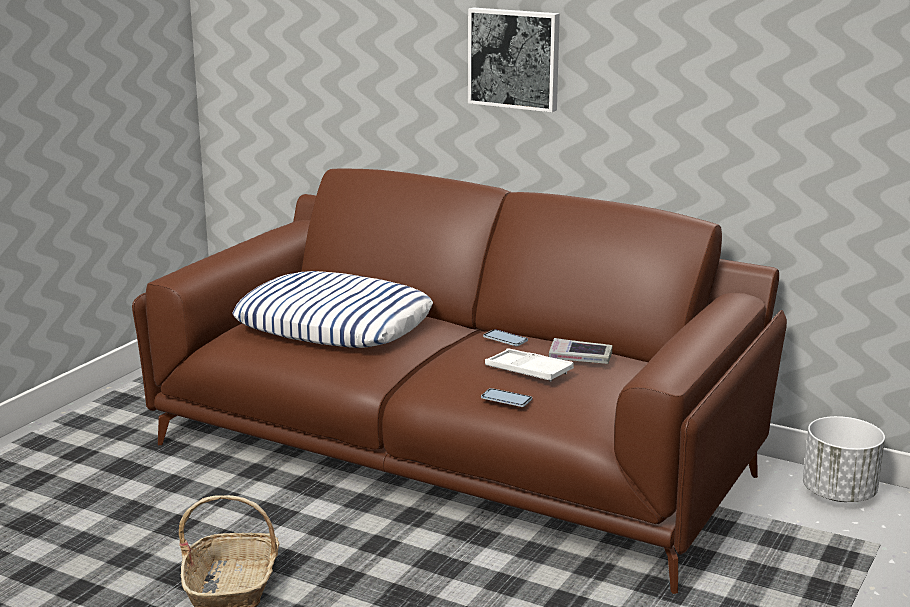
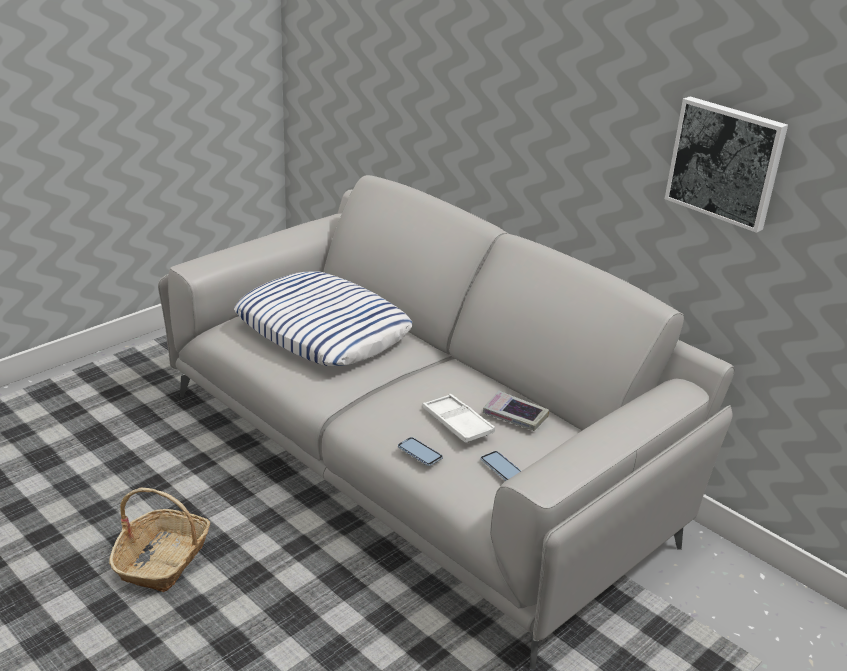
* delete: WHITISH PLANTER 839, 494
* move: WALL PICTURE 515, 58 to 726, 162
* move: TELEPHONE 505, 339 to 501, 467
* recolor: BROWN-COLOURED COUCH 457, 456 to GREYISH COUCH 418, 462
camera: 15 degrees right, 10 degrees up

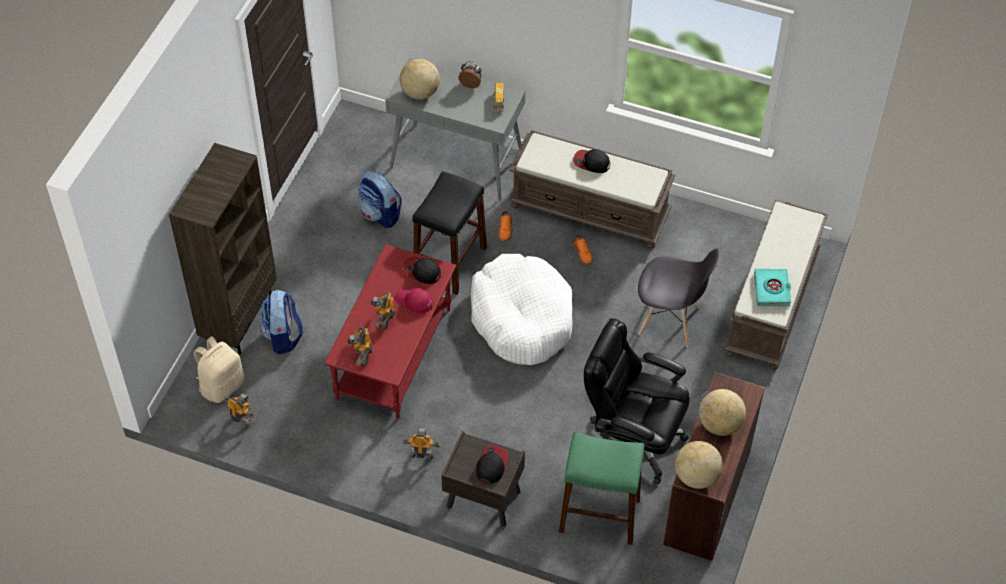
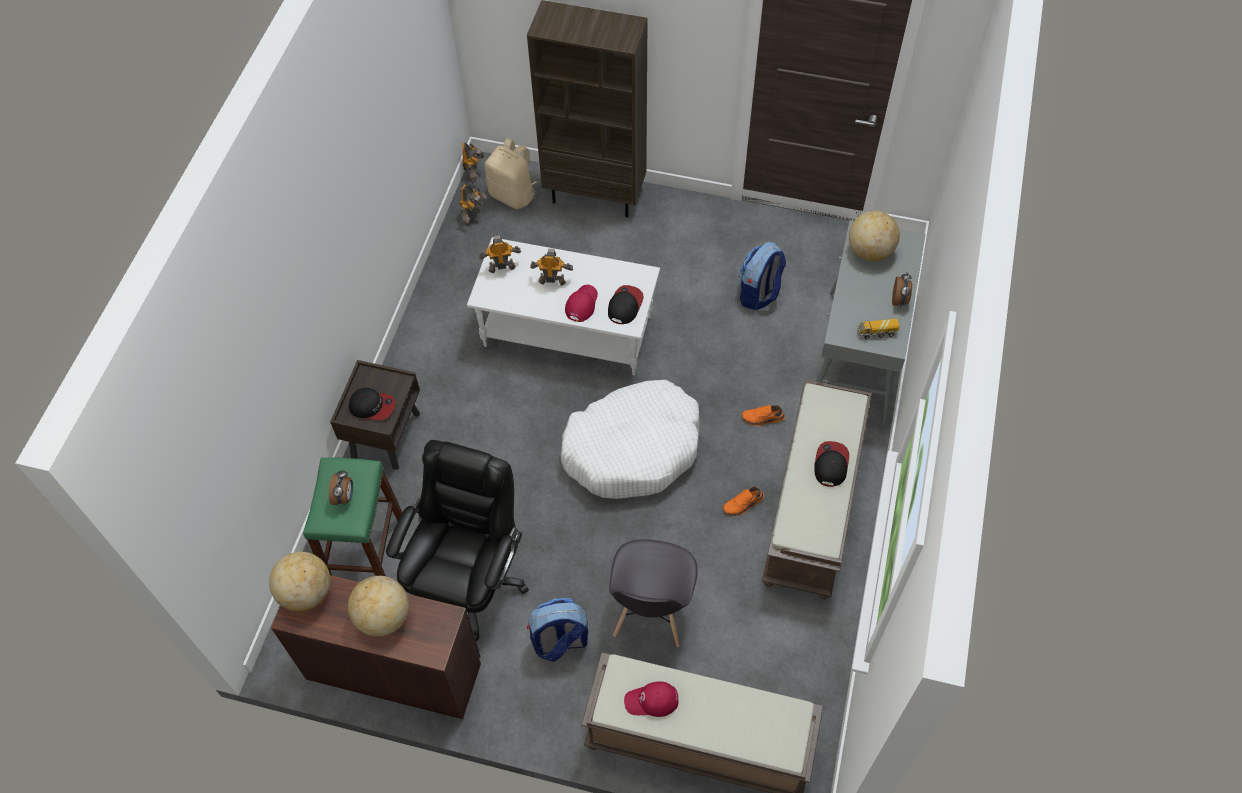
* delete: BLACKISH STOOL 450, 262
* insert: BEDSIDE CLOCK 344, 497
* move: RUCKSACK 283, 337 to 559, 642
* move: TOY ROBOT 421, 455 to 474, 174
* replace: TURQUOISE-COLOURED BOUND BOOK 772, 289 to RED-COLOURED CAP 651, 701
* recolor: RED-COLOURED LOW TABLE 395, 355 to WHITISH LOW TABLE 567, 332
camera: 85 degrees right, 5 degrees up

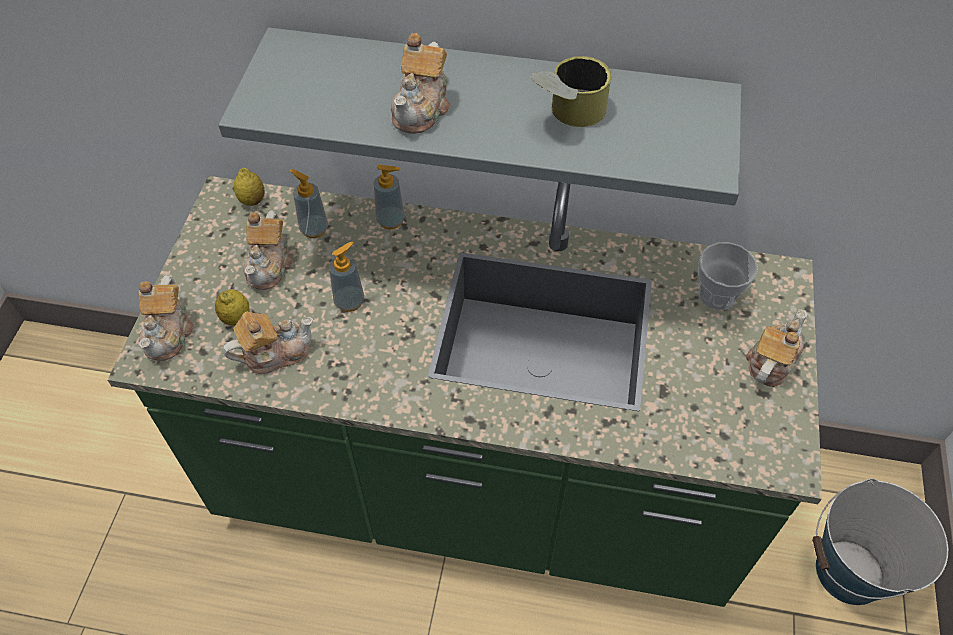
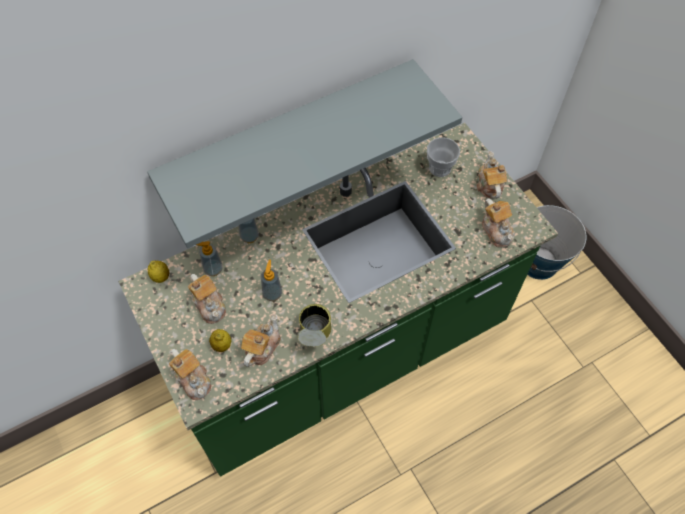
* move: POT FOR TEA 422, 108 to 496, 230
* move: METAL CAN 566, 116 to 314, 337
camera: 40 degrees left, 5 degrees up

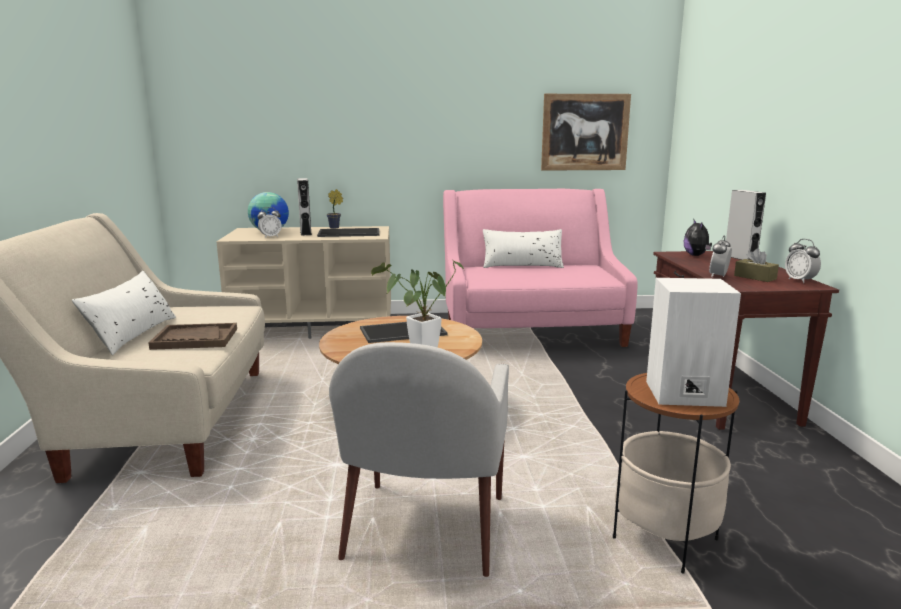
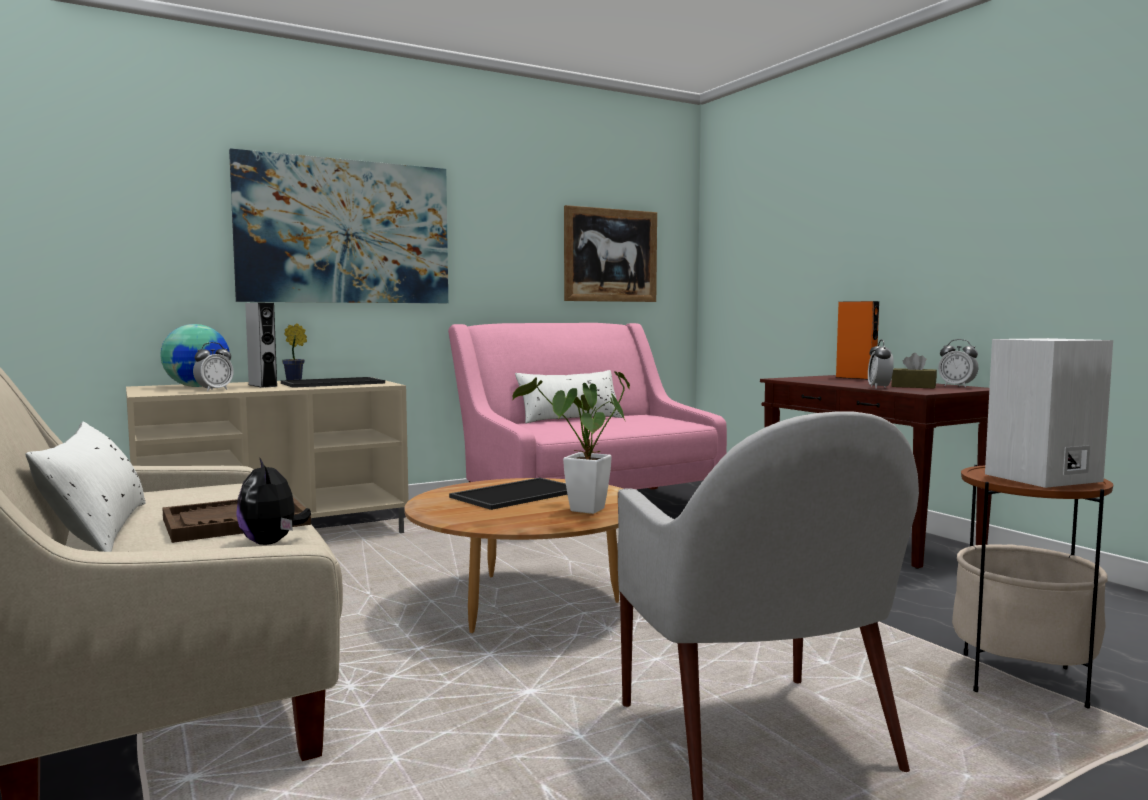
* insert: WALL PICTURE 345, 232
* move: CUDDLY TOY 696, 255 to 272, 543
* recolor: GREYISH LOUDSPEAKER 740, 258 to ORANGEY LOUDSPEAKER 855, 378
camera: 25 degrees left, 10 degrees down

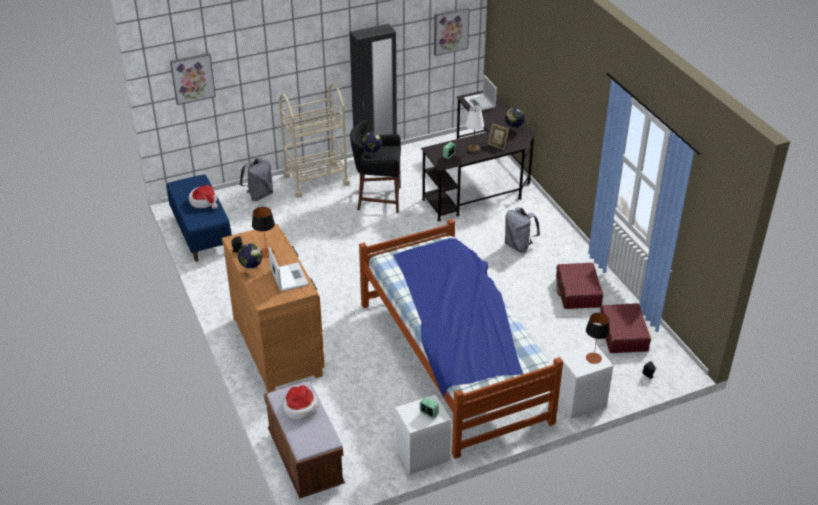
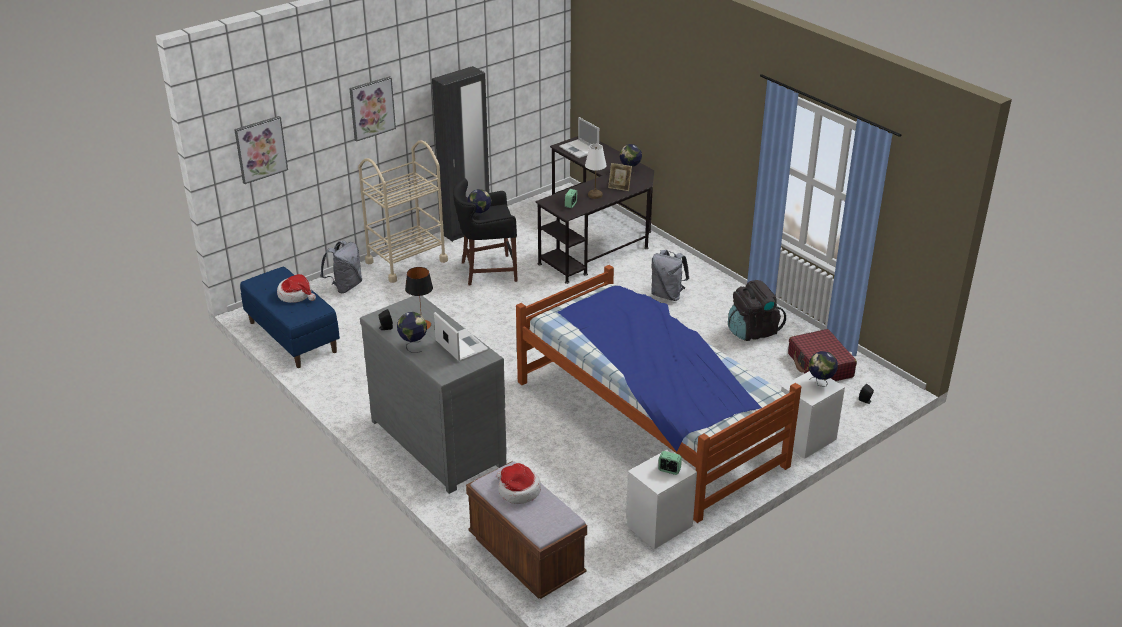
* move: WALL PICTURE 451, 31 to 372, 108
* replace: RED-COLOURED SUITCASE 578, 292 to BLACKISH RUCKSACK 752, 331
* replace: LAMP FOR A TABLE 593, 358 to WORLD GLOBE 820, 383
* recolor: BROWN-COLOURED CHEST OF DRAWERS 279, 345 to GREYISH CHEST OF DRAWERS 439, 441
camera: 15 degrees left, 5 degrees down

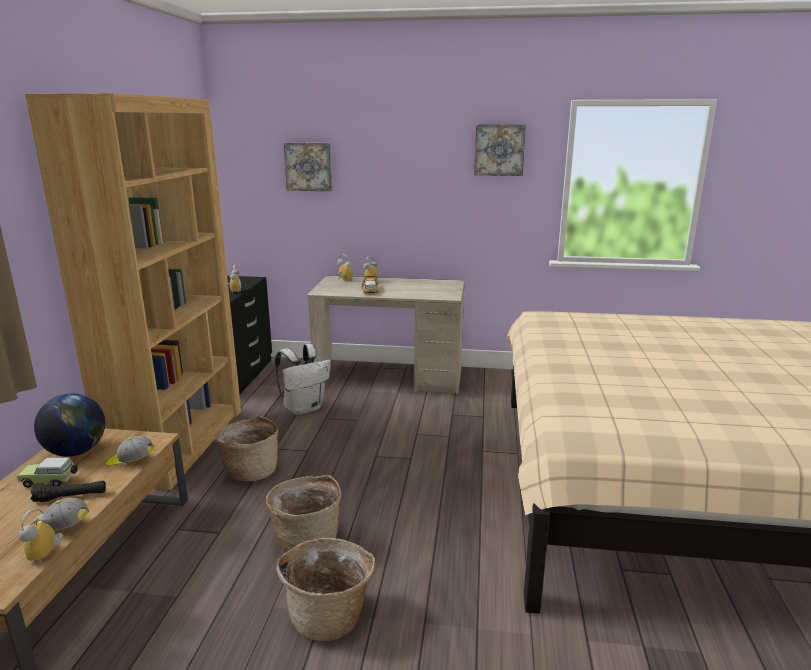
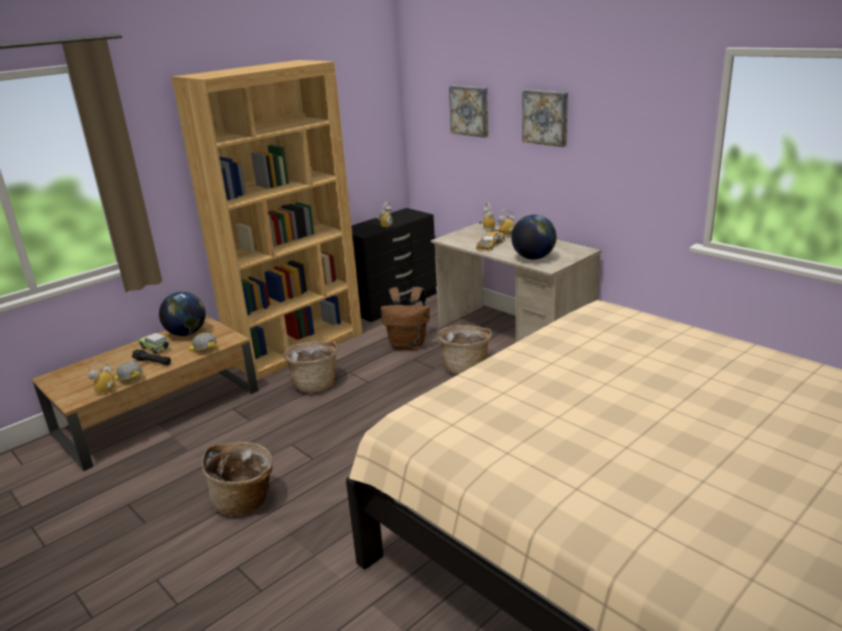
* insert: WORLD GLOBE 533, 258
* move: BASKET 307, 539 to 466, 367
* move: WALL PICTURE 499, 150 to 546, 117
* recolor: WHITISH RUCKSACK 304, 408 to BROWN-COLOURED RUCKSACK 409, 345
camera: 40 degrees right, 5 degrees up

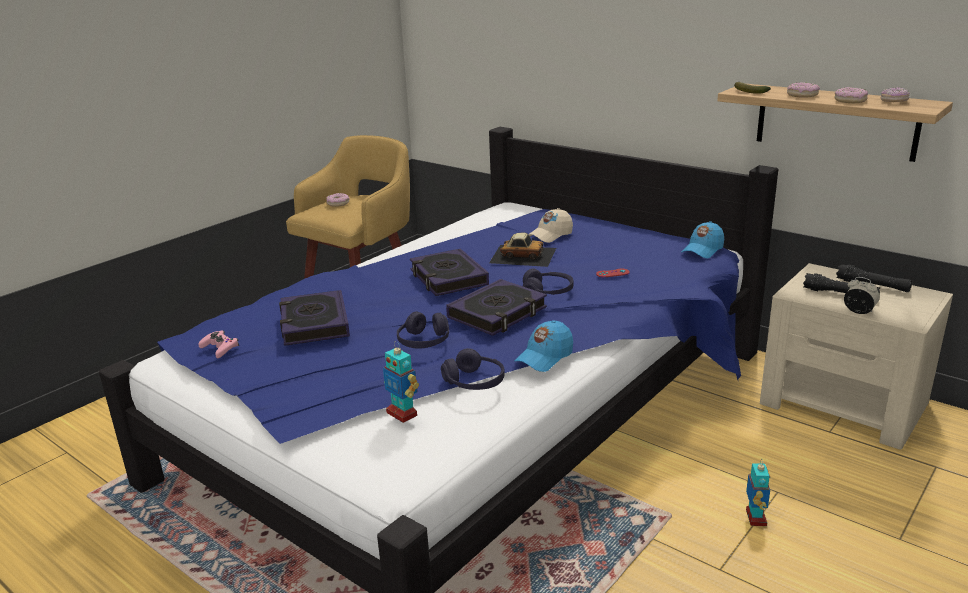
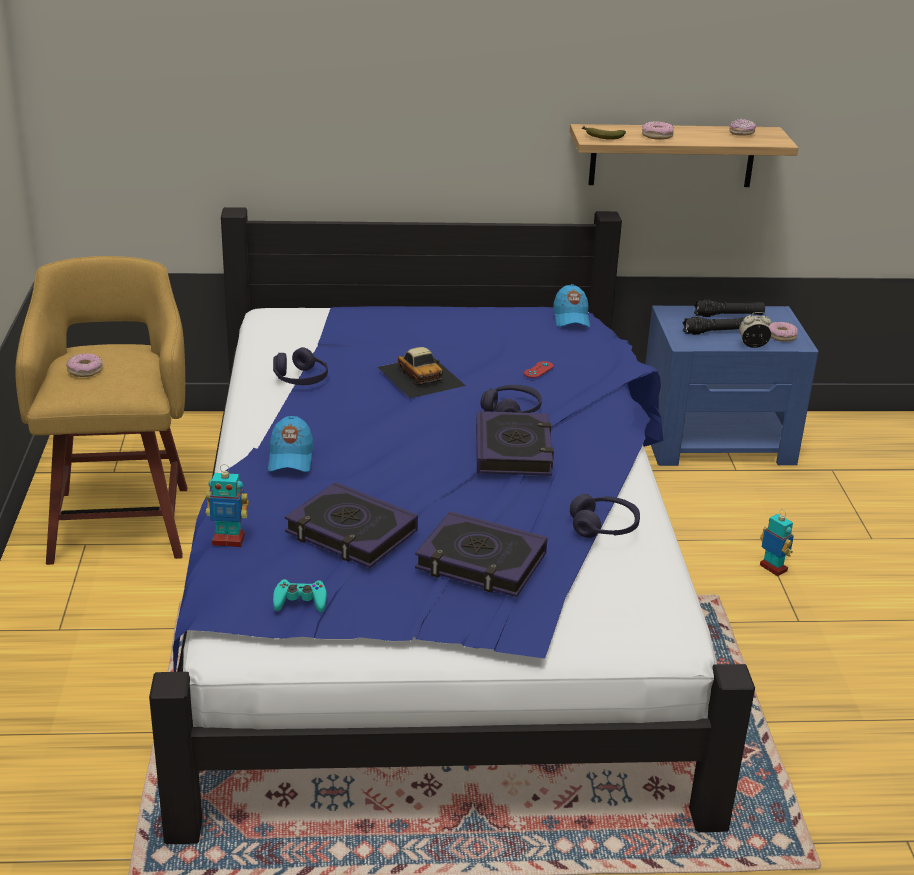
* delete: BEIGE CAP 550, 235
* move: TOY ROBOT 402, 414 to 228, 540
* move: PURPLISH HEADSET 424, 341 to 300, 379
* move: BOUND BOOK 448, 278 to 481, 562
* move: BLUISH CAP 544, 357 to 290, 458
* move: RING DOUGHNUT 850, 101 to 781, 336
* recolor: PINKISH JOYPAD 220, 348 to TURQUOISE-COLOURED JOYPAD 300, 601
* recolor: BEIGE BEDSIDE TABLE 844, 403 to BLUISH BEDSIDE TABLE 717, 439
* rotate: TOY CAR 522, 255 = 421, 376 90 degrees clockwise
camera: 45 degrees left, 5 degrees up

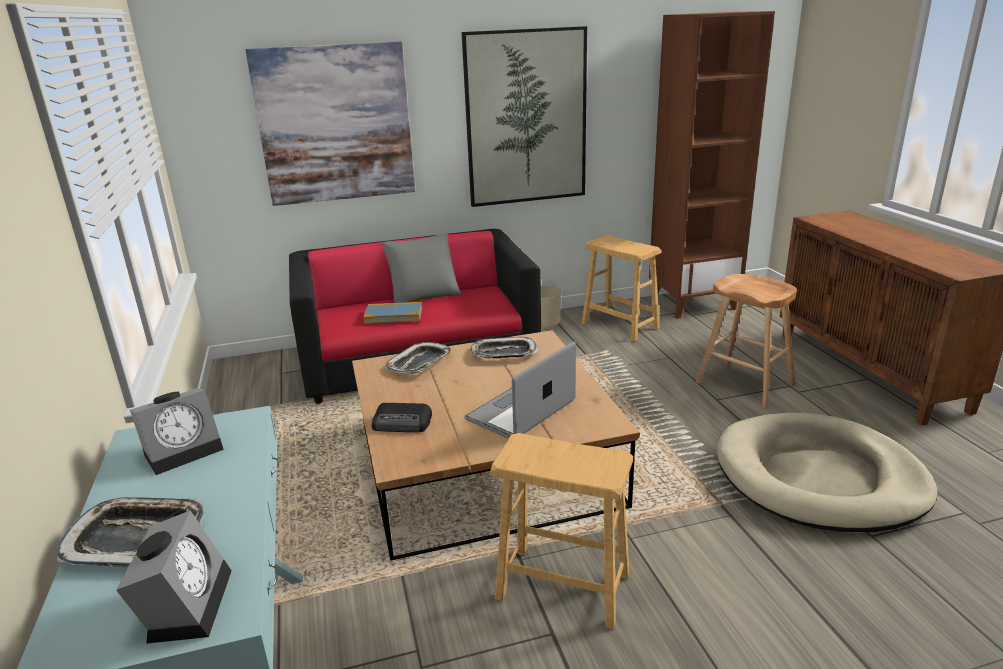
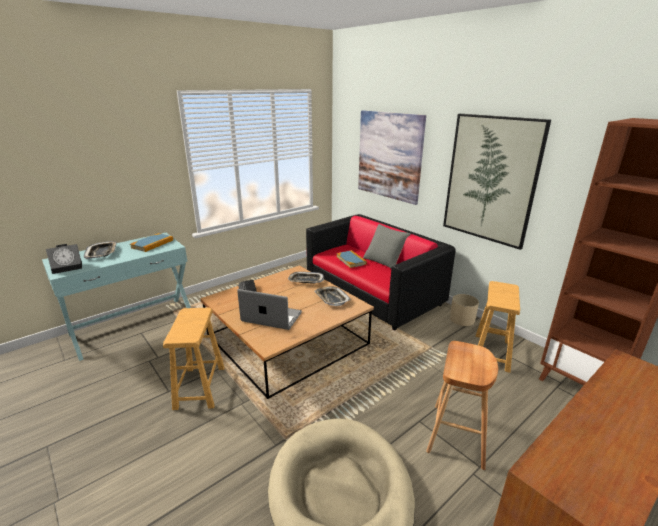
* replace: BEDSIDE CLOCK 185, 450 to BOUND BOOK 152, 244
camera: 65 degrees right, 0 degrees up

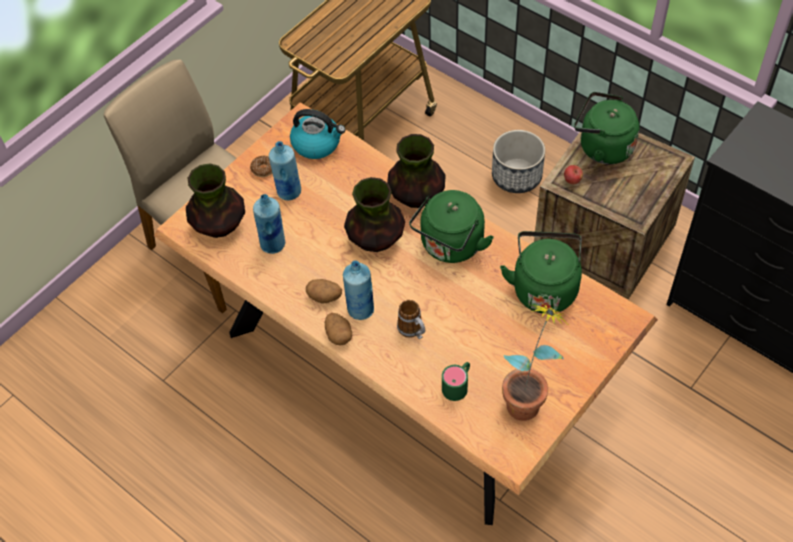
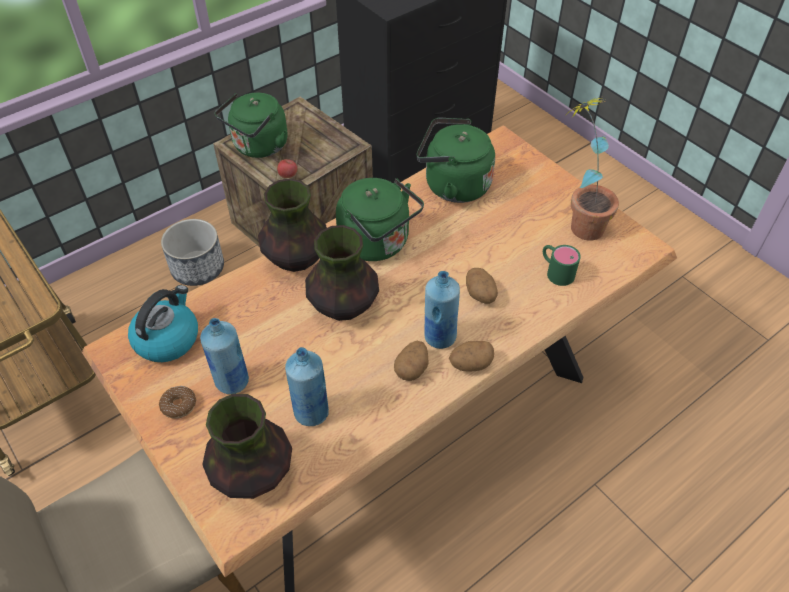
* replace: MUG 413, 331 to POTATO 480, 295
camera: 80 degrees left, 5 degrees down

